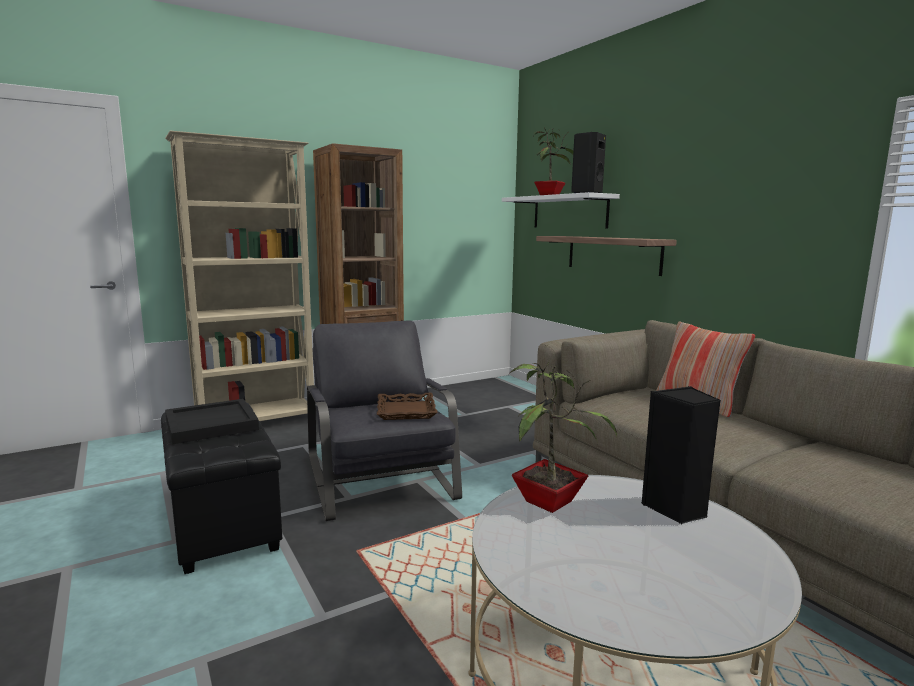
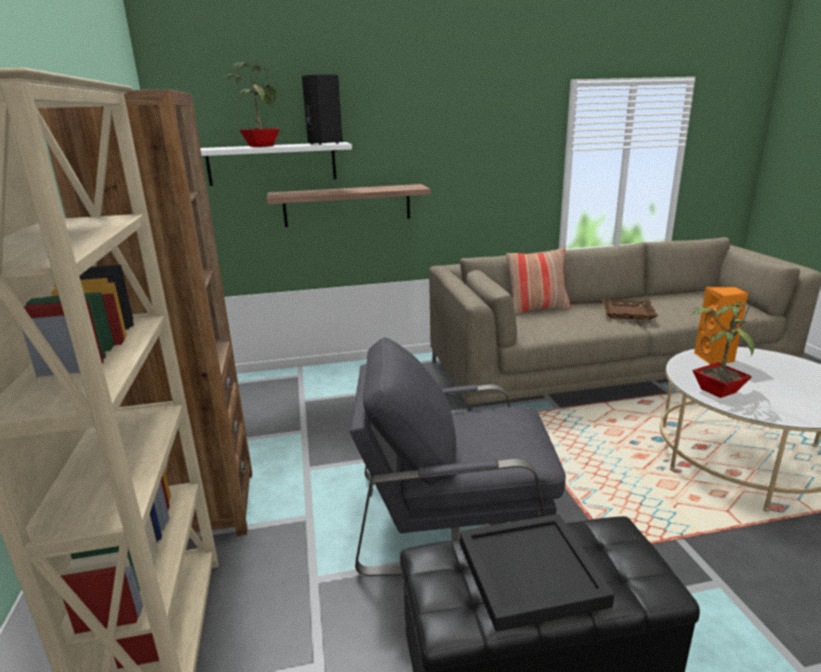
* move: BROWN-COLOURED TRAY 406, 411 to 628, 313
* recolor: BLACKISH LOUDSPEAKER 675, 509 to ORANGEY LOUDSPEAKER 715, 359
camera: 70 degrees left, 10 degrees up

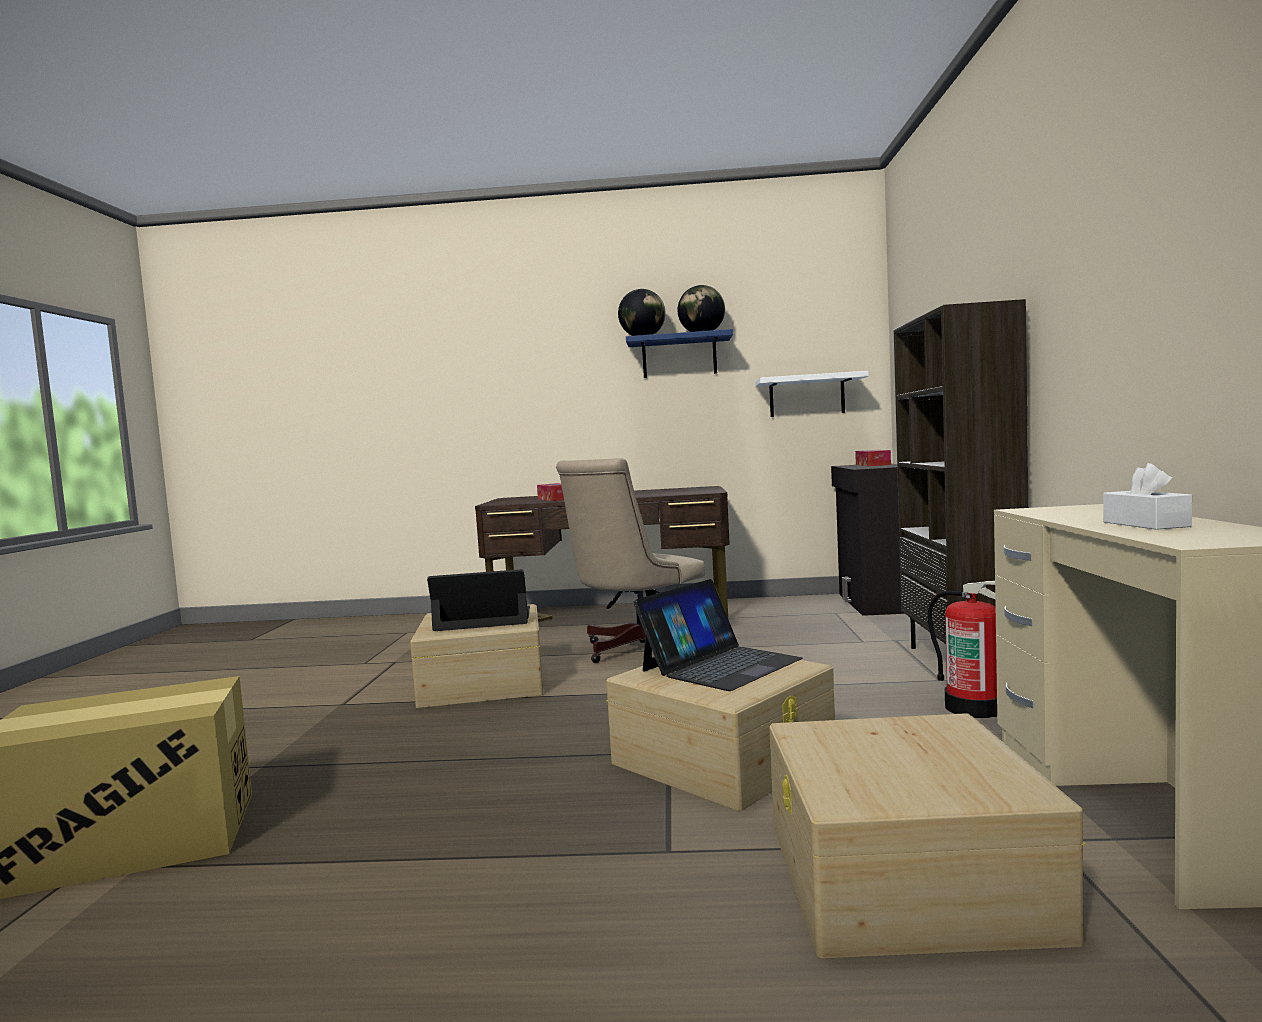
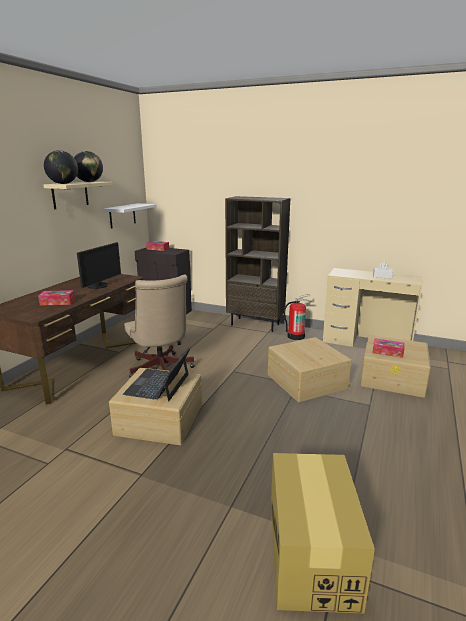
* delete: PORTABLE COMPUTER 720, 665
* insert: COMPUTER SCREEN 99, 286
* insert: TISSUE HOLDER 387, 352
* recolor: BLUISH BRACKET SHELF 679, 357 to BEIGE BRACKET SHELF 70, 194
camera: 70 degrees left, 15 degrees up

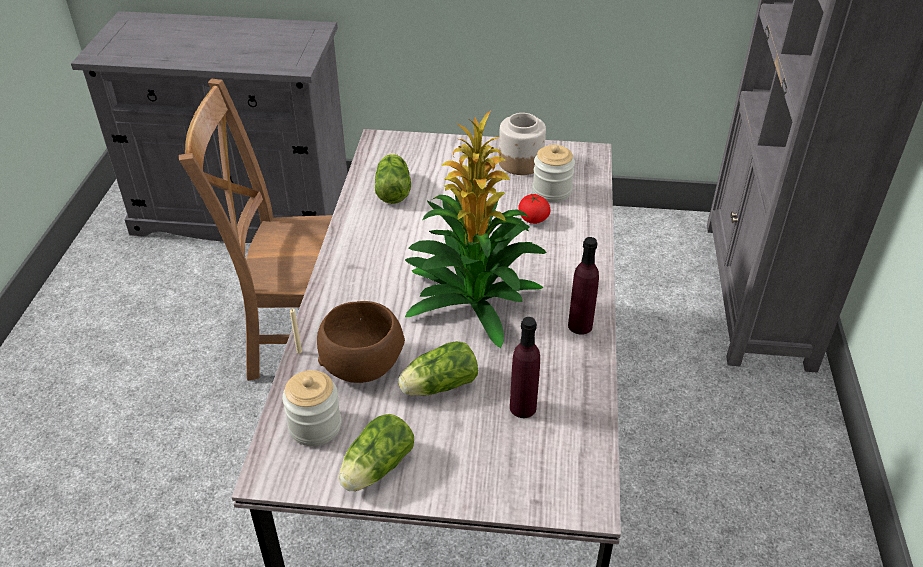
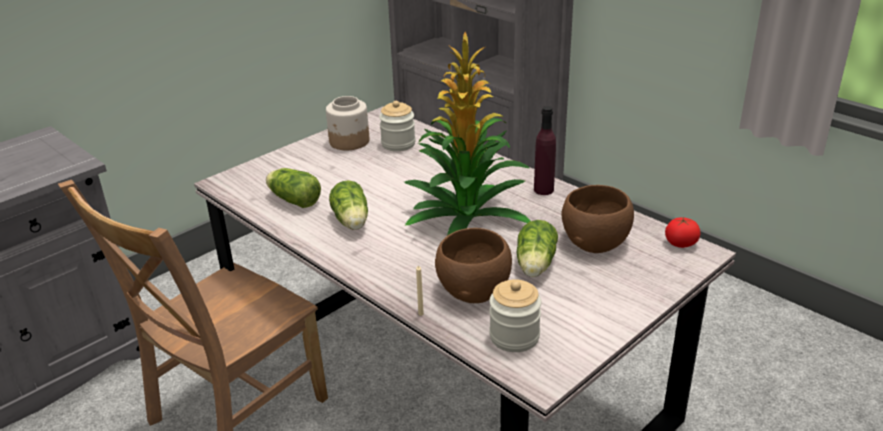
* move: LETTUCE 375, 469 to 351, 222
* move: TOMATO 533, 219 to 680, 243
* replace: PURPLISH BOTTLE 523, 407 to BROWN-COLOURED DEEP DISH 594, 241
camera: 50 degrees left, 10 degrees down

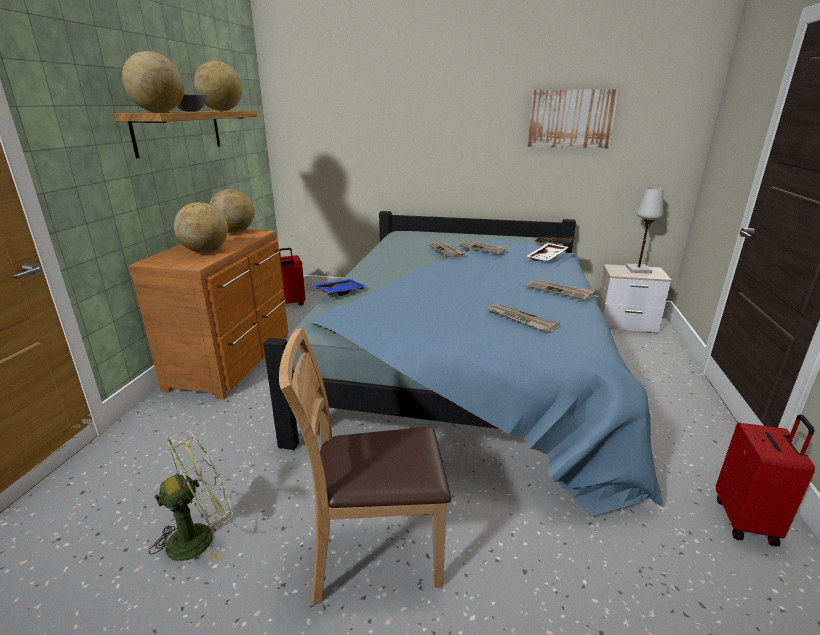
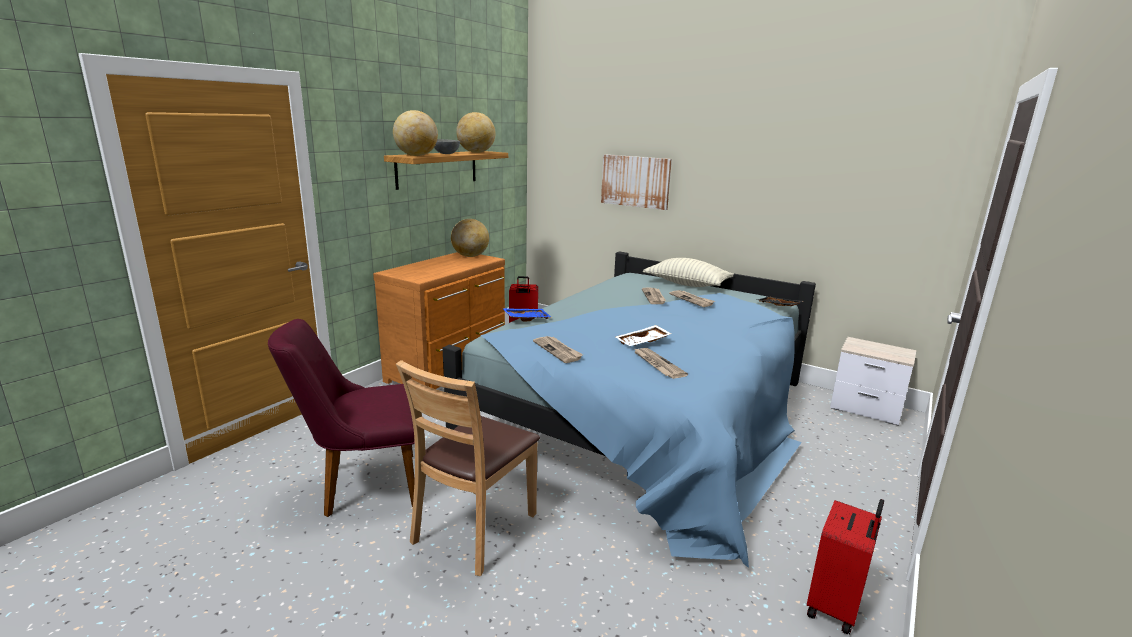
* delete: WORLD GLOBE 205, 251
* delete: WHITISH LAMP FOR A TABLE 638, 270
* insert: THROW PILLOW 687, 284
* move: NEWSPAPER 559, 291 to 558, 350
* move: WHITISH TRAY 547, 257 to 643, 342
* move: WALL PICTURE 571, 119 to 635, 181
* replace: GREEN-COLOURED COOLING FAN 200, 535 to PURPLISH UPRIGHT CHAIR 360, 485
* rotate: BROWN-COLOURED UPRIGHT CHAIR 373, 550 = 475, 529 75 degrees counterclockwise
camera: 20 degrees right, 5 degrees down

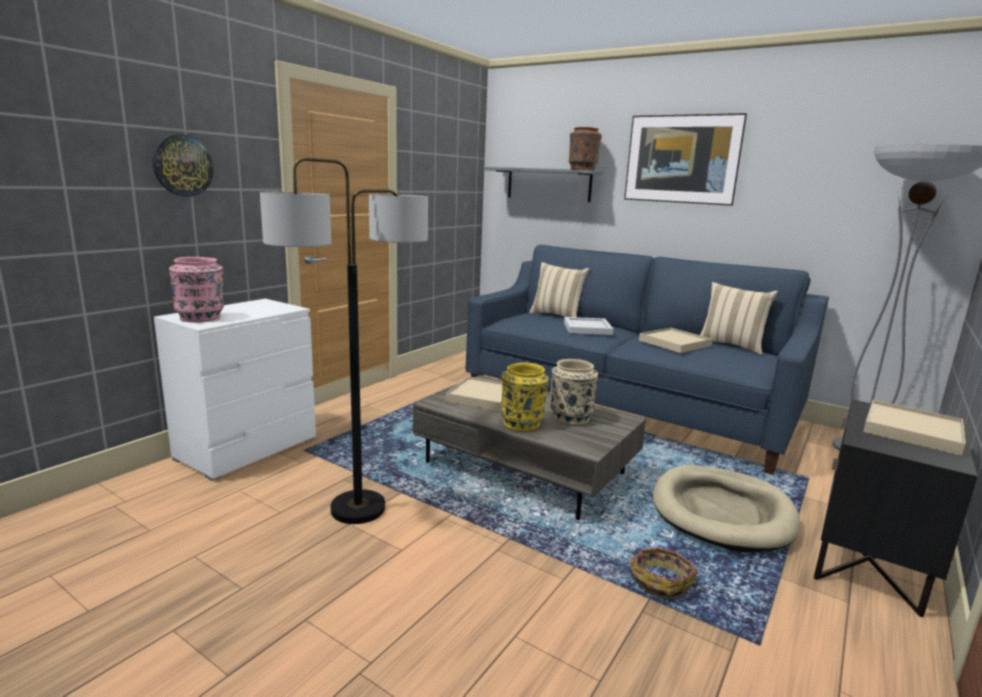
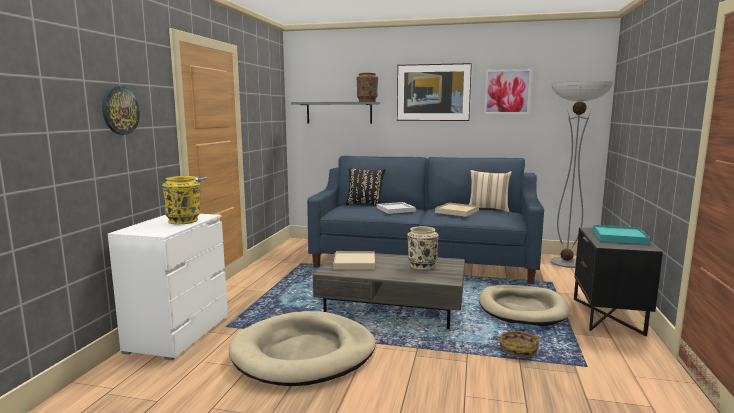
* delete: PINKISH DECORATIVE VASE 201, 318
* insert: WALL PICTURE 507, 92
* move: YELLOWISH DECORATIVE VASE 522, 423 to 184, 221
* replace: FLOOR LAMP 358, 509 to BEIGE PET BED 304, 353
* recolor: BEIGE THROW PILLOW 557, 316 to BLACKISH THROW PILLOW 365, 204
* recolor: BEIGE TRAY 912, 431 to TURQUOISE-COLOURED TRAY 619, 237
camera: 20 degrees left, 5 degrees down

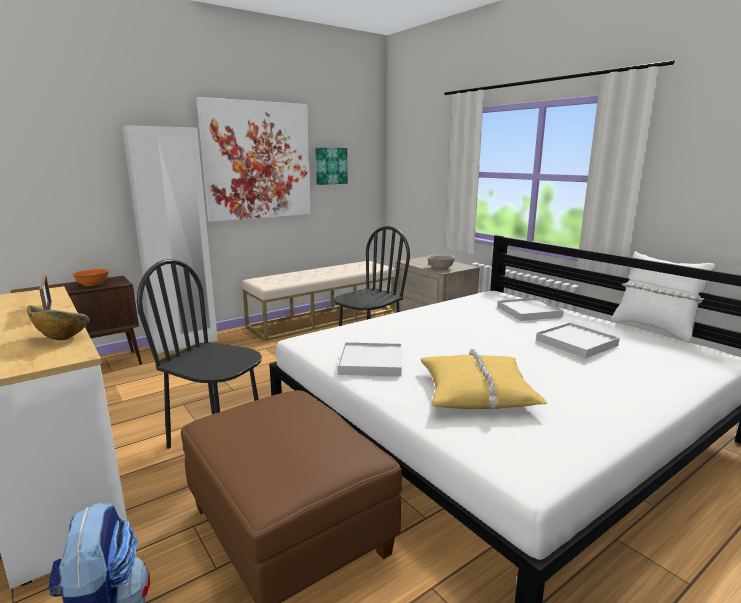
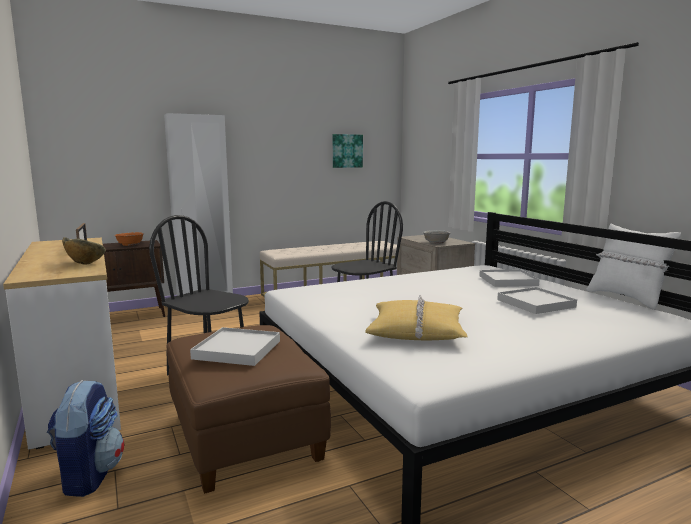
* delete: WALL PICTURE 257, 161
* move: WHITISH TRAY 371, 362 to 237, 350
camera: 10 degrees right, 5 degrees down

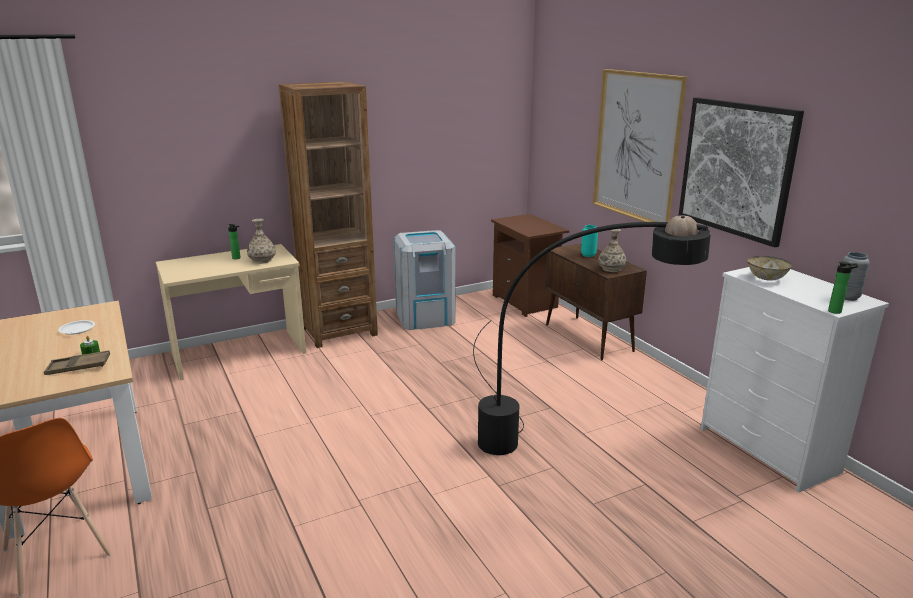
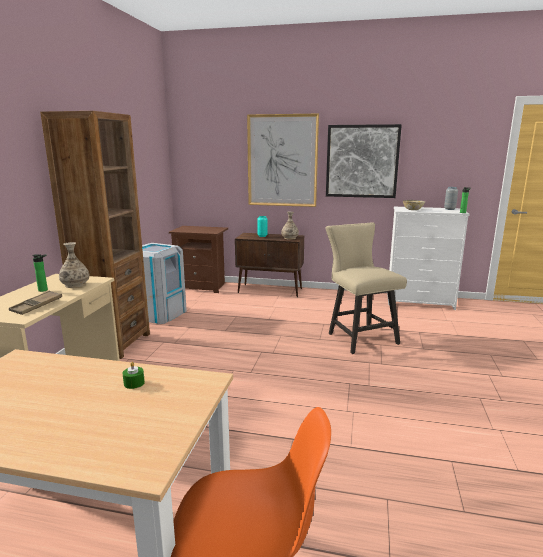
* delete: WHITISH PLATE 77, 329
* move: BROWN-COLOURED TRAY 78, 367 to 37, 306
* replace: BLACKISH FLOOR LAMP 551, 444 to BEIGE UPRIGHT CHAIR 359, 337
camera: 50 degrees left, 5 degrees down

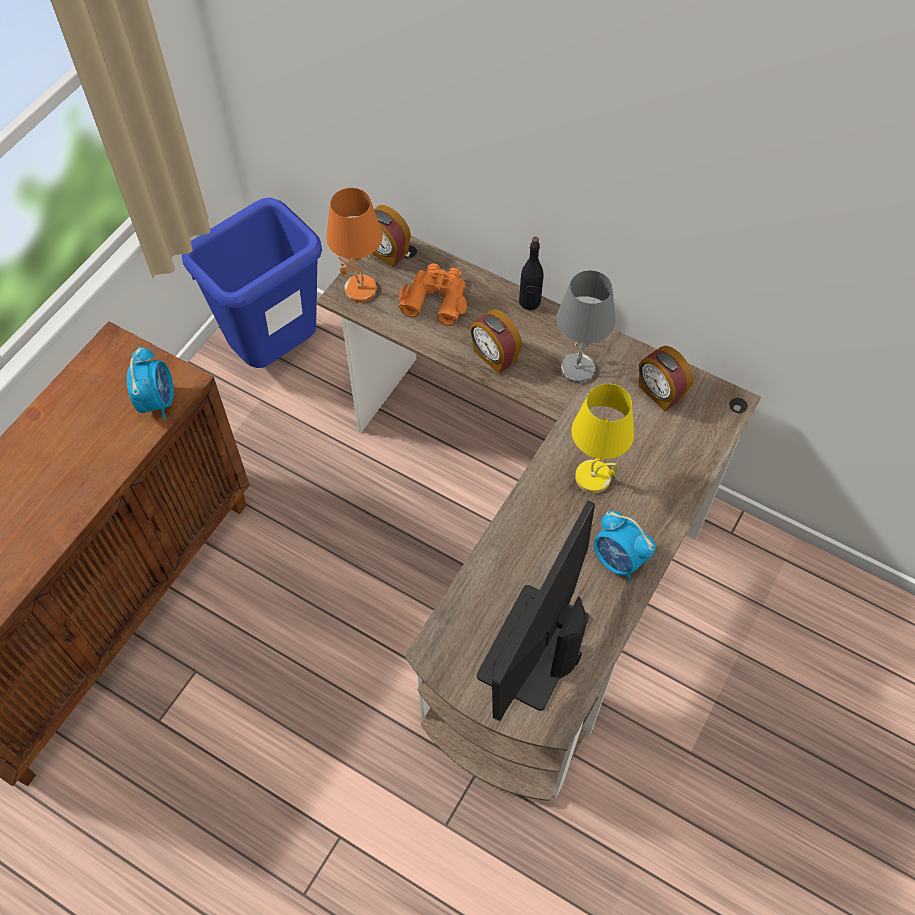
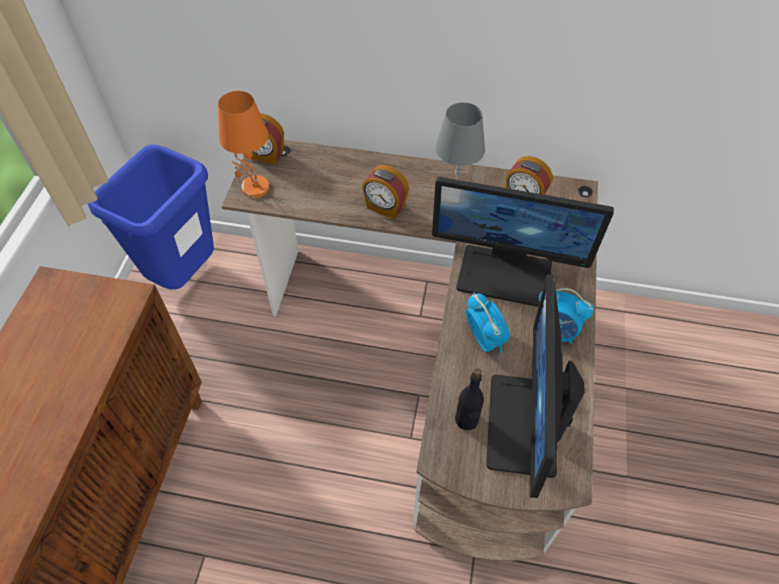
* delete: ORANGEY PAIR OF BINOCULARS 436, 298
* move: BEDSIDE CLOCK 157, 401 to 484, 339
* move: BLACKISH BOTTLE 529, 302 to 466, 420
* replace: YELLOWISH LAMP FOR A TABLE 594, 477 to COMPUTER SCREEN 505, 274
camera: 20 degrees left, 5 degrees down

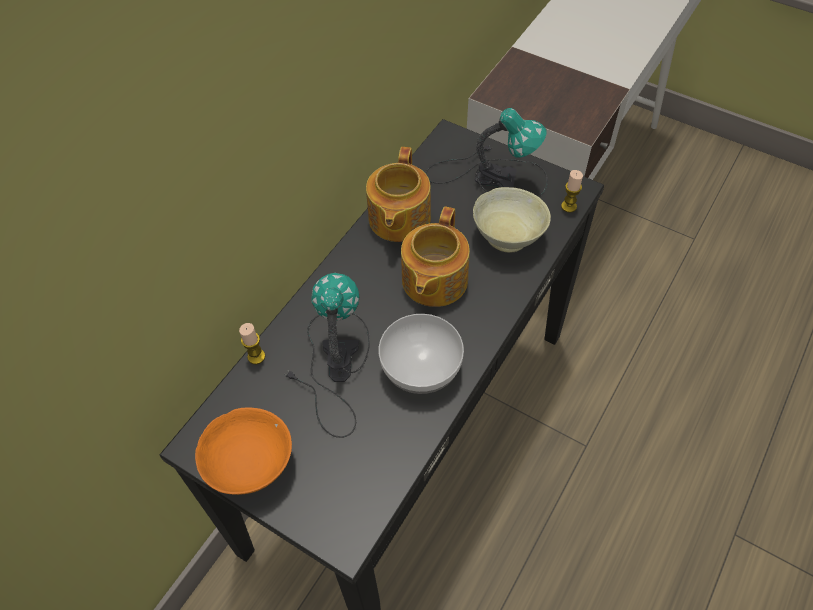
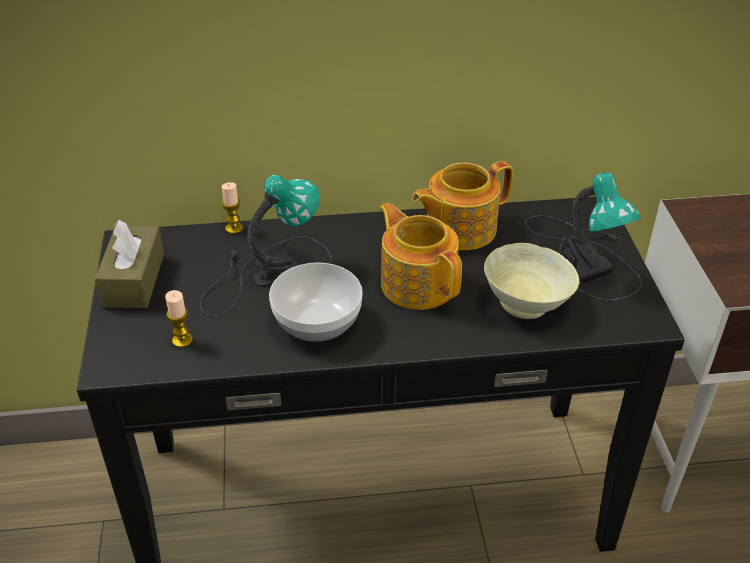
* move: CANDLE 568, 206 to 182, 340
* replace: ORANGEY DEEP DISH 253, 466 to BROWN-COLOURED TISSUE HOLDER 134, 280
* rotate: POT FOR TEA 433, 281 = 418, 283 75 degrees clockwise
camera: 50 degrees right, 15 degrees down

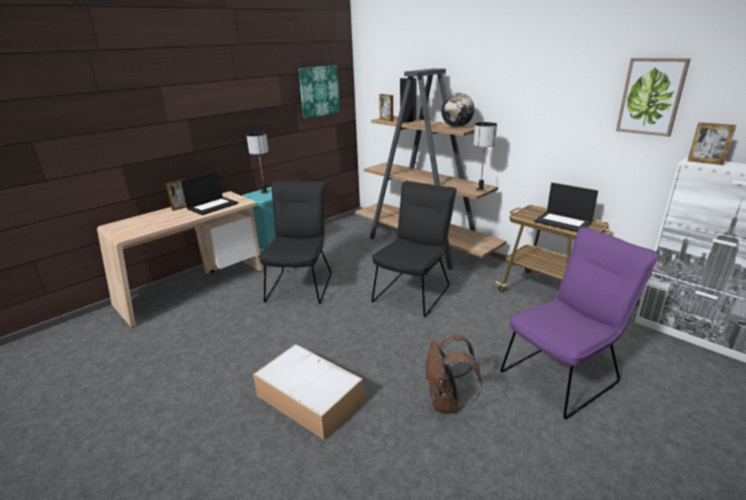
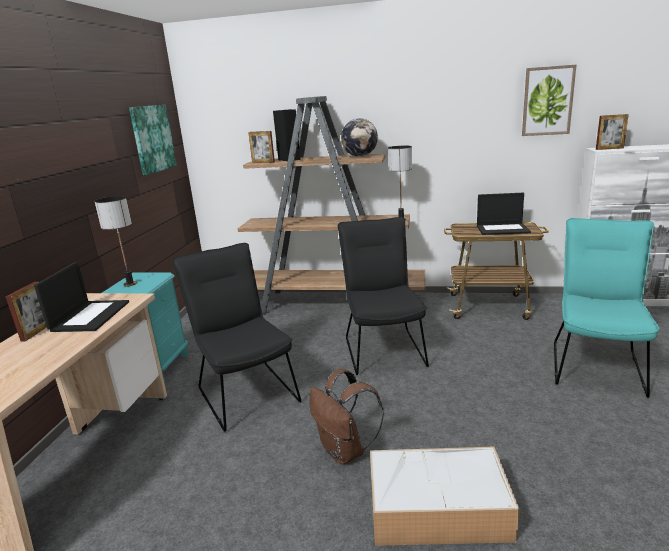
* move: BROWN-COLOURED RUCKSACK 446, 402 to 345, 451
* recolor: PURPLISH UPRIGHT CHAIR 564, 374 to TURQUOISE-COLOURED UPRIGHT CHAIR 595, 364
camera: 35 degrees left, 5 degrees down

